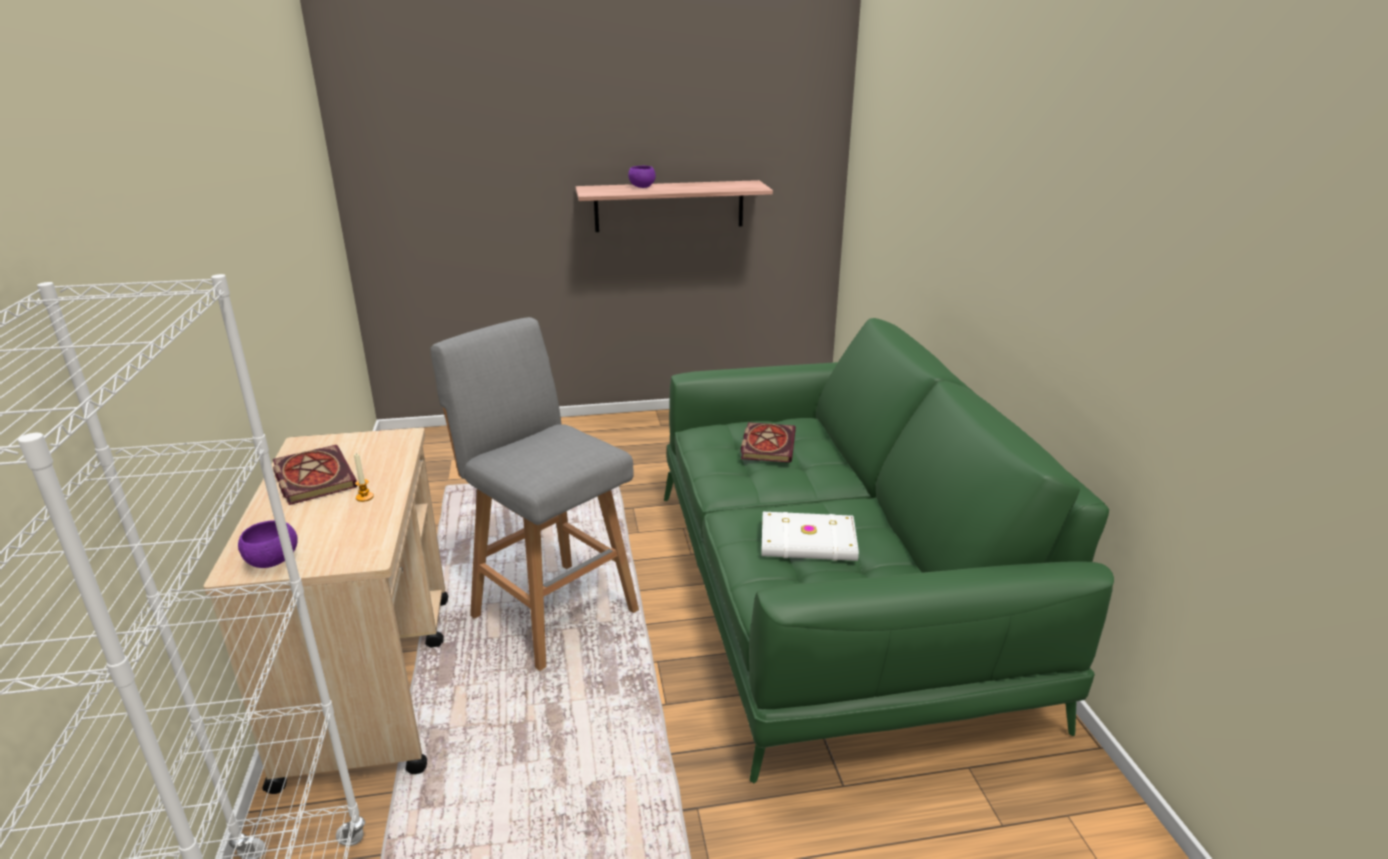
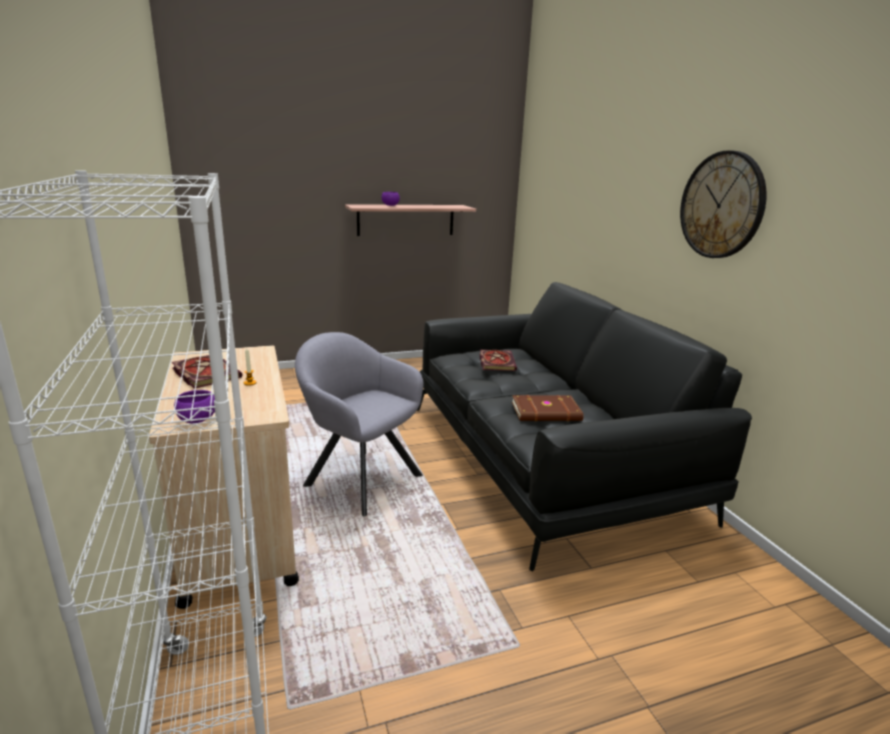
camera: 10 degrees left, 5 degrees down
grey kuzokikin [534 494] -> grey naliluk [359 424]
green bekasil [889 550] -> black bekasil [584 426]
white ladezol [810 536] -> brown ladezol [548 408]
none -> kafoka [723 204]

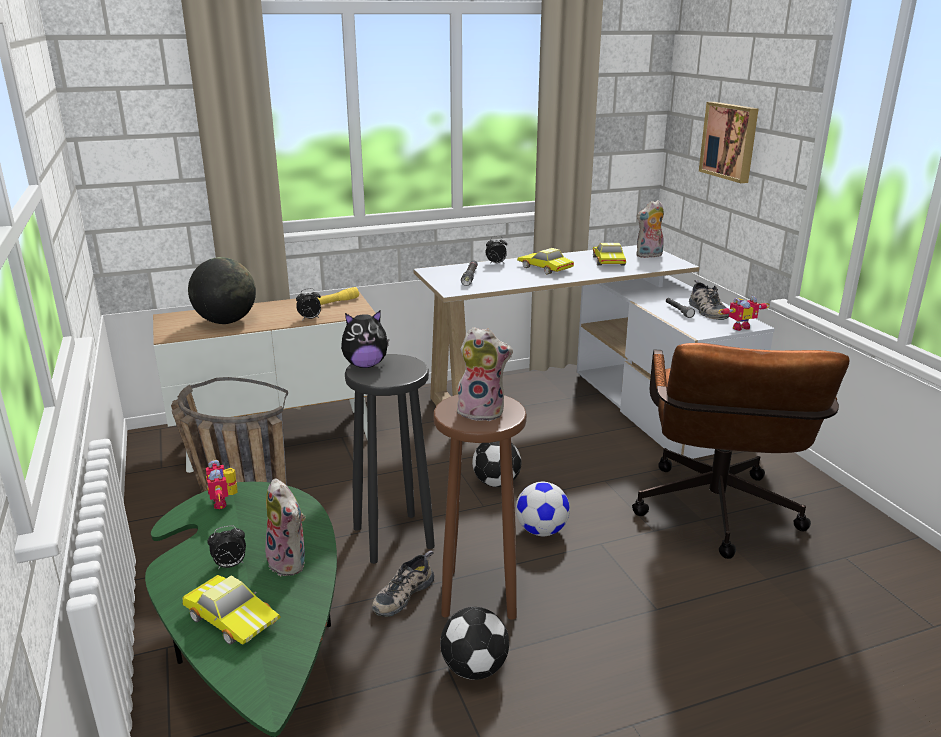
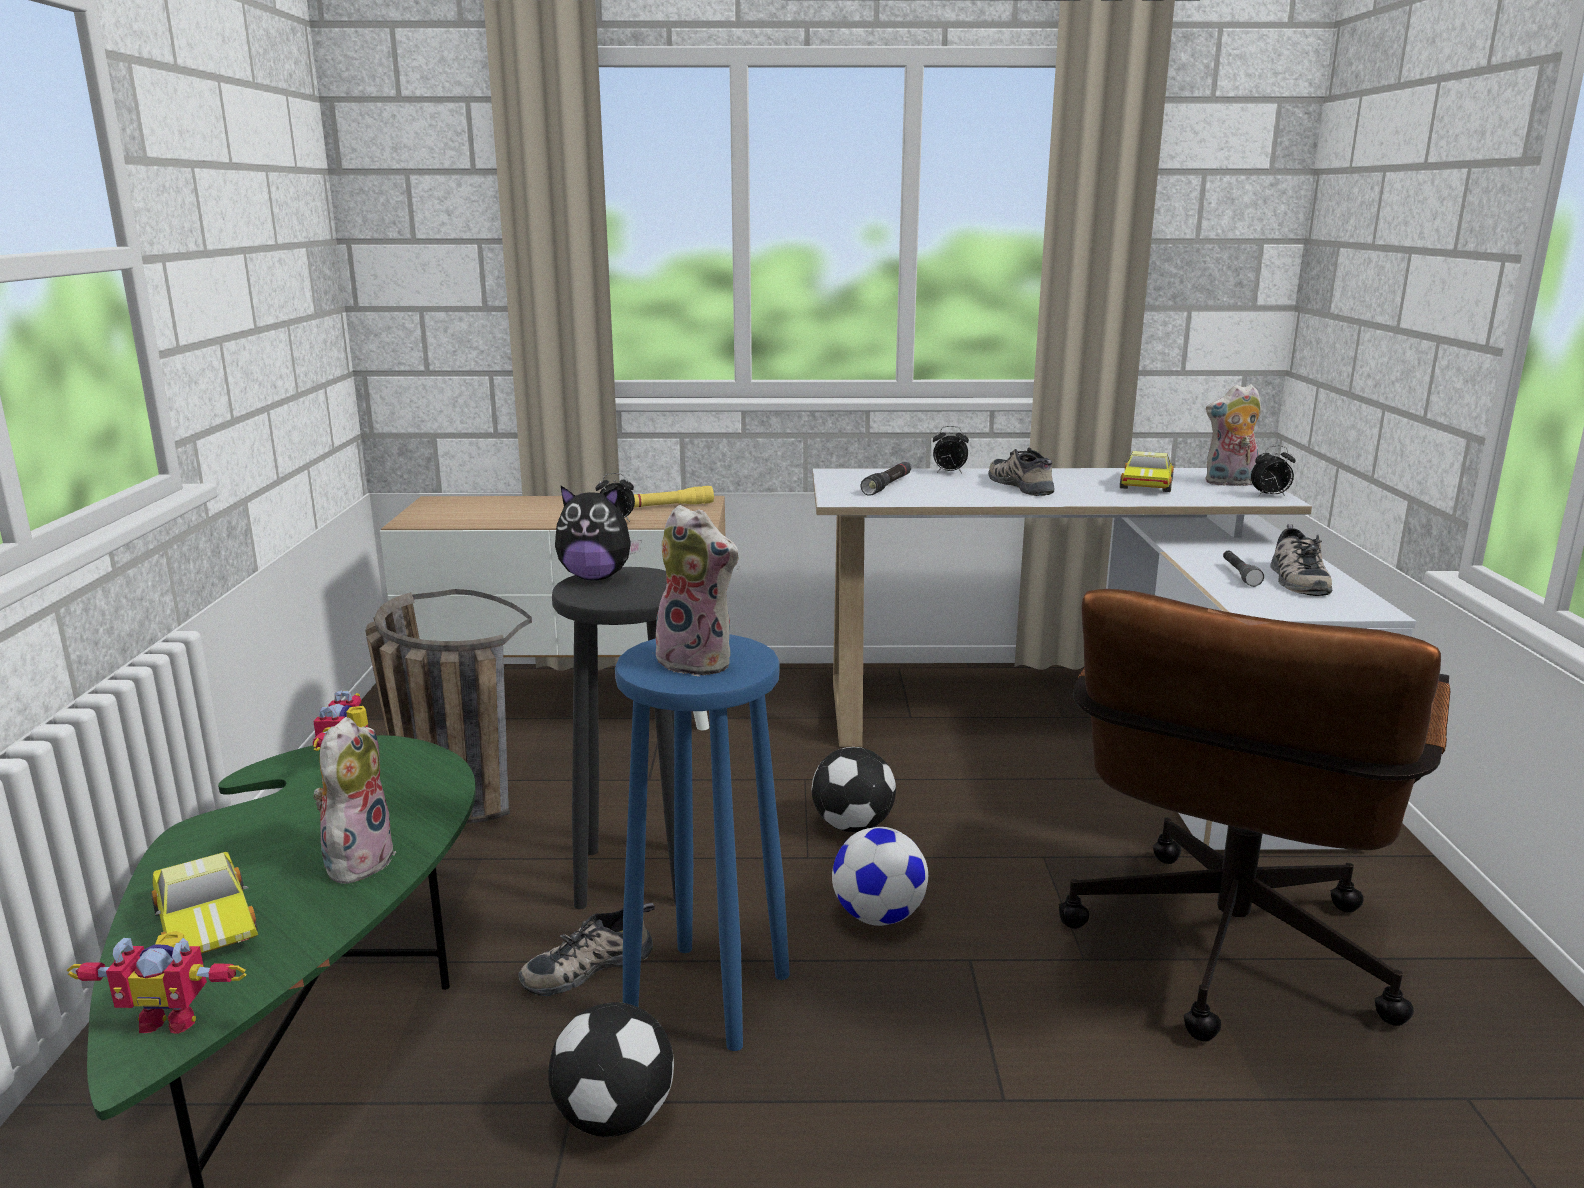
camera: 20 degrees right, 5 degrees down
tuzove [222 290] -> none
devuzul [226 547] -> devuzul [1273 471], relocated
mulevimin [285 527] -> mulevimin [354 800], 150 degrees counterclockwise
brown kuzokikin [480 507] -> blue kuzokikin [702 842]
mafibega [545 261] -> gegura [1021 471]
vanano [728 142] -> none
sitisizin [743 313] -> sitisizin [157 982], relocated

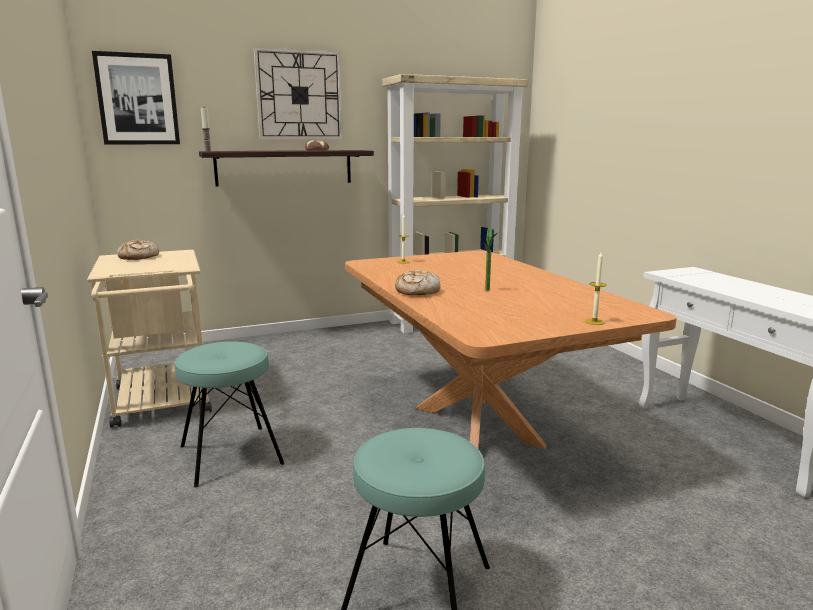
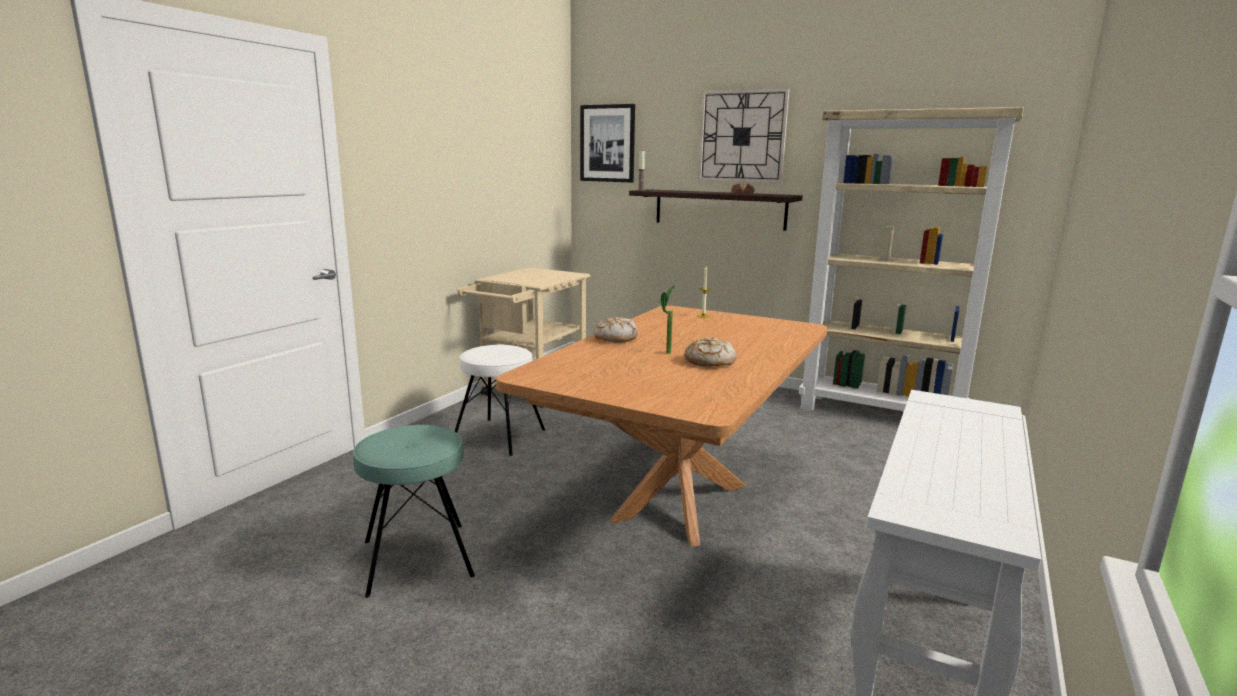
camera: 50 degrees right, 0 degrees up
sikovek [138 250] -> sikovek [710 352], relocated
turquoise kuzokikin [230 414] -> white kuzokikin [500 400]
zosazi [596 288] -> none

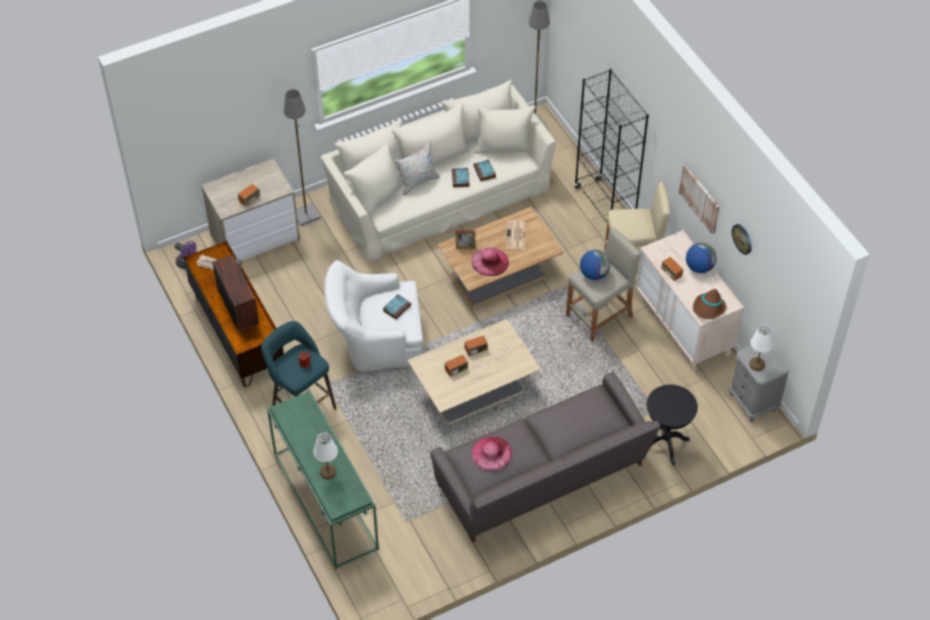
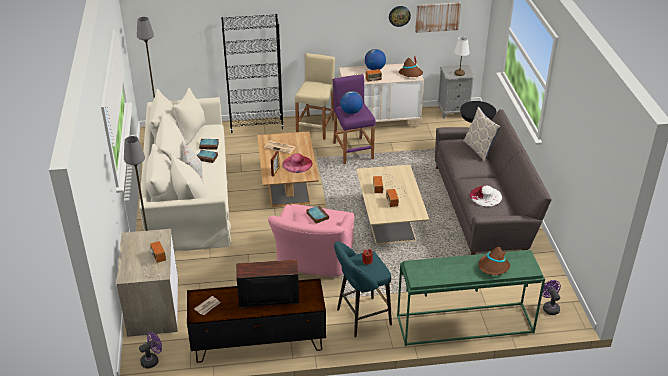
camera: 70 degrees left, 15 degrees down
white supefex [325 455] -> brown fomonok [494 261]
white naliluk [373 316] -> pink naliluk [311 240]
pink fomonok [491 453] -> white fomonok [486 195]
beige kuzokikin [603 284] -> purple kuzokikin [354 119]
vanano [699 199] -> vanano [438 17], relocated
none -> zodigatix [482 134]
none -> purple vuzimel [550 297]

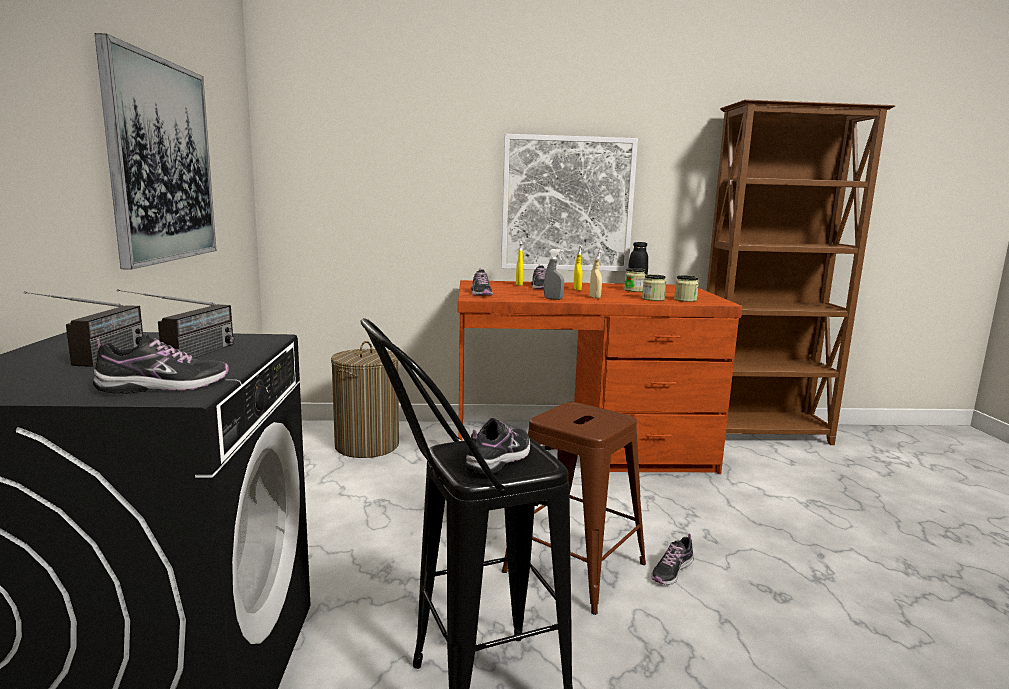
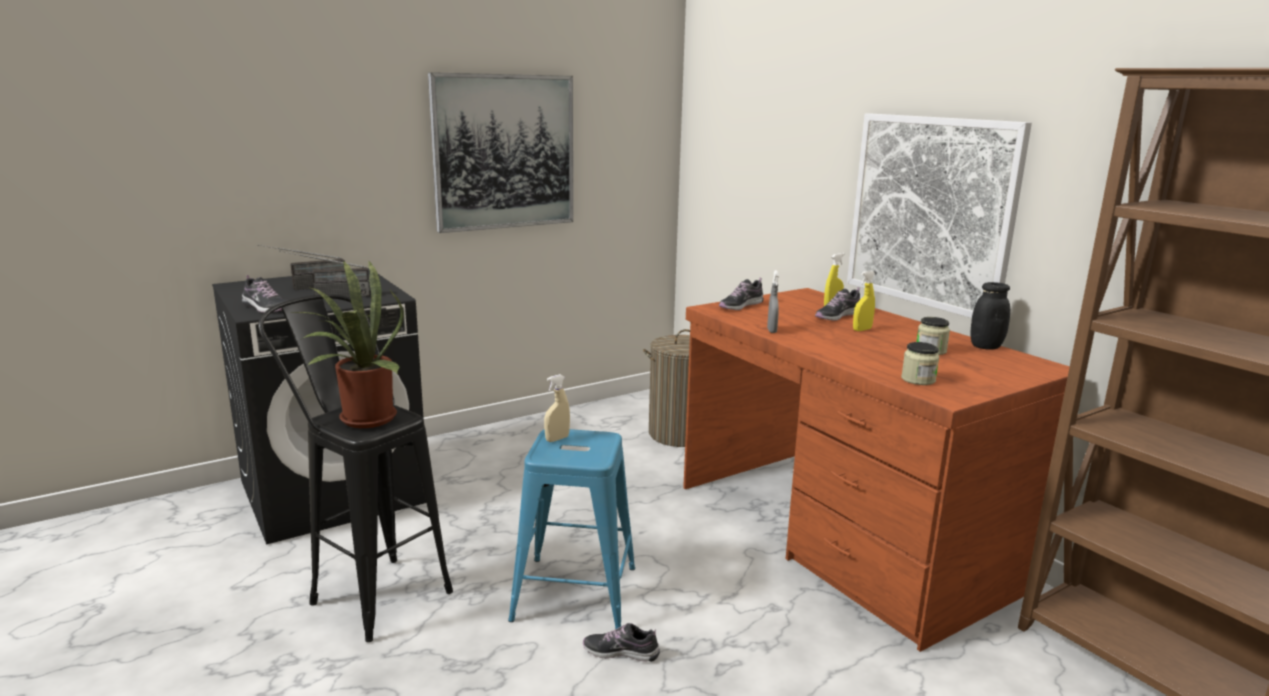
camera: 60 degrees right, 5 degrees up
gegura [497 446] -> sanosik [347 344]
brown kuzokikin [574 508] -> blue kuzokikin [571 529]
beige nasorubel [596 274] -> beige nasorubel [557 408], relocated
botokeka [654 288] -> none

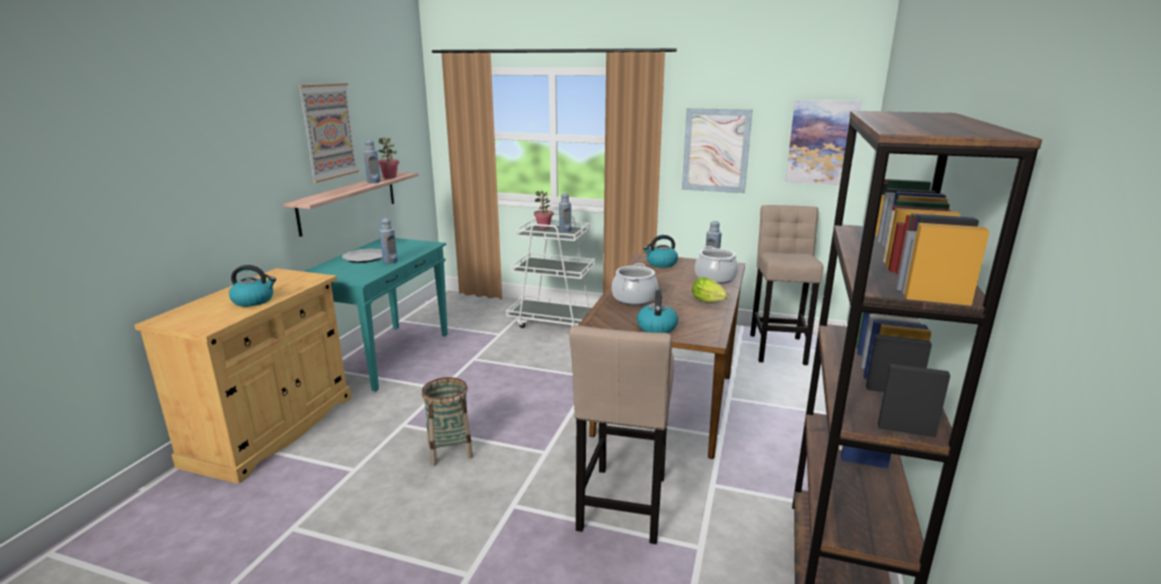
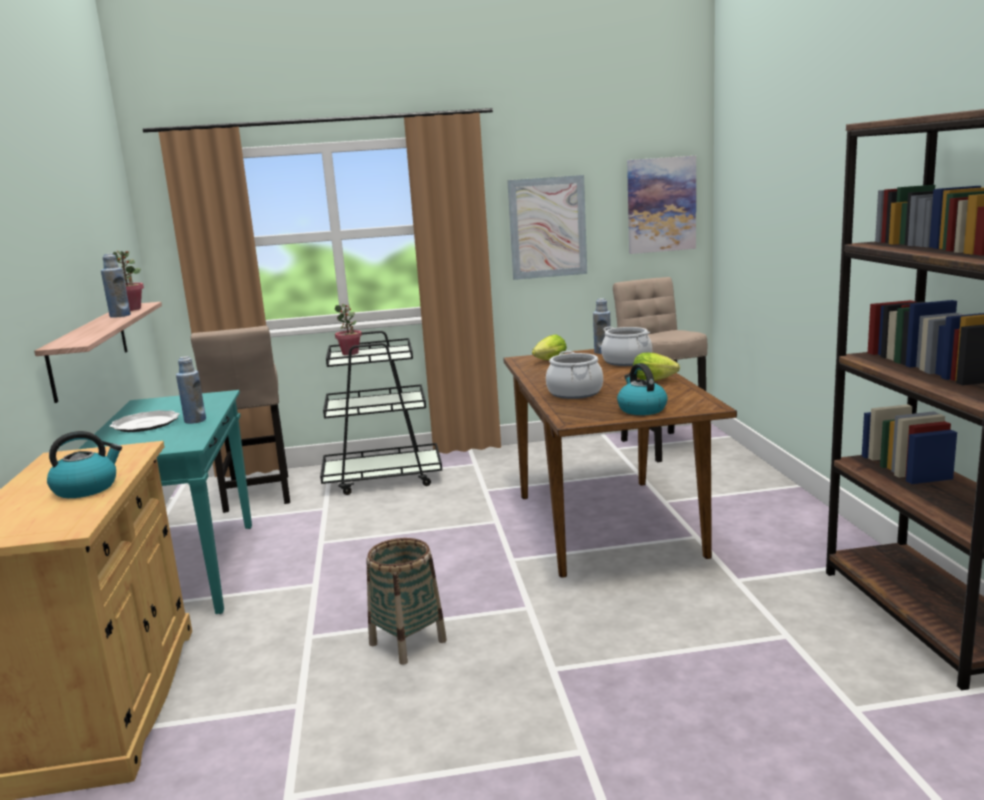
camera: 25 degrees left, 5 degrees down
vanano [328 133] -> none
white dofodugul [551 270] -> black dofodugul [381 413]
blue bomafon [565 212] -> none
beige kuzokikin [621 434] -> beige kuzokikin [240 419], relocated
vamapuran [660 251] -> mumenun [549 347]

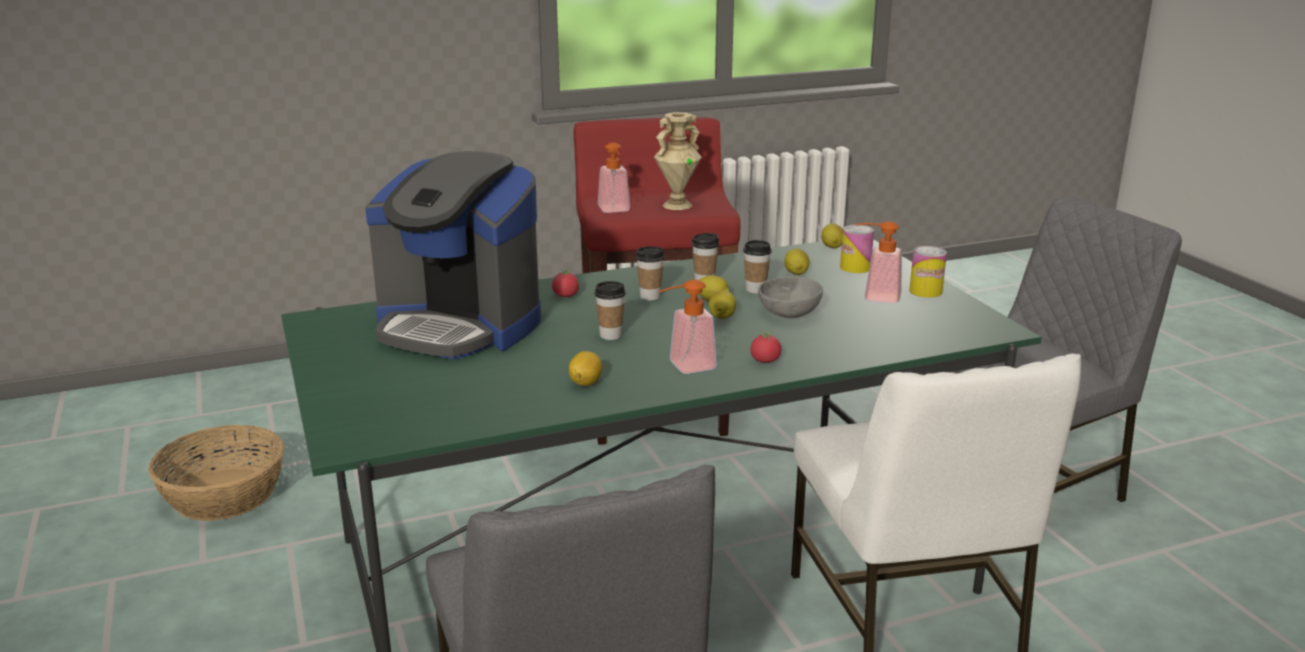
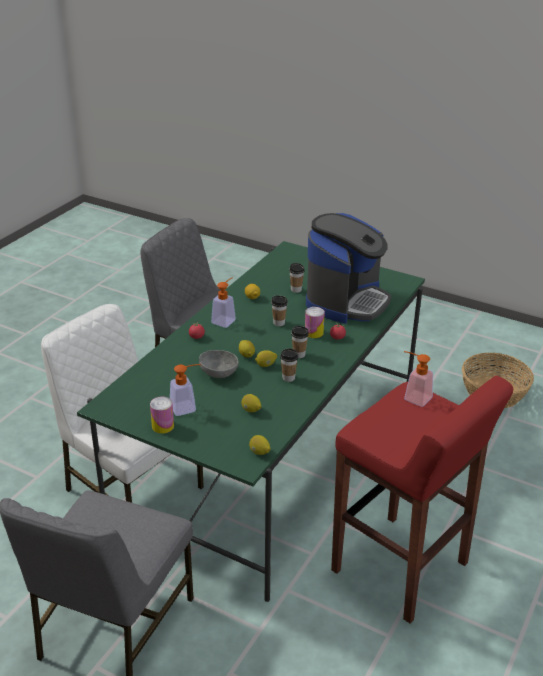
camera: 140 degrees right, 10 degrees up
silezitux [453 255] -> silezitux [348 268], 135 degrees clockwise
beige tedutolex [678 161] -> none
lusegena [757 266] -> lusegena [297 278], relocated
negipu [857 248] -> negipu [315 322], relocated

